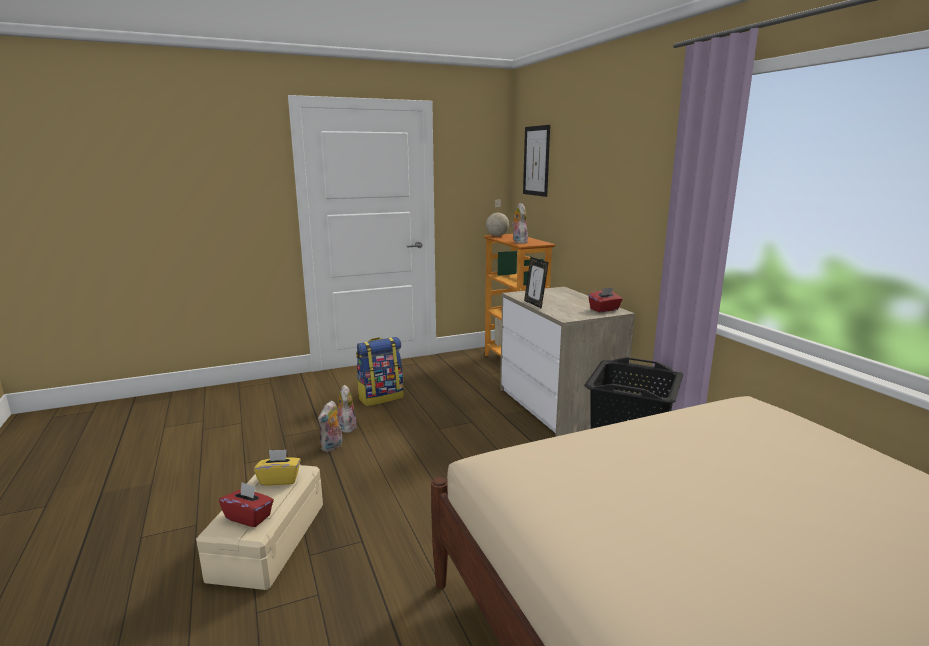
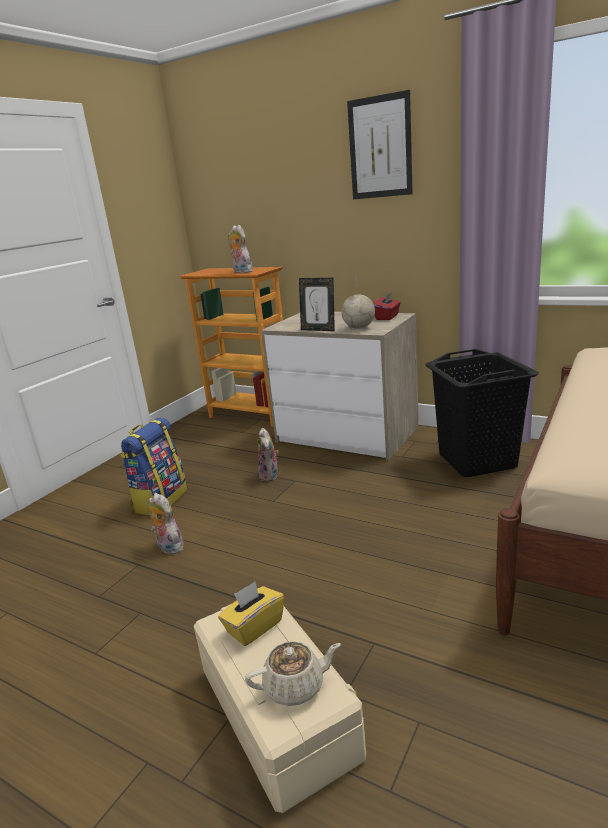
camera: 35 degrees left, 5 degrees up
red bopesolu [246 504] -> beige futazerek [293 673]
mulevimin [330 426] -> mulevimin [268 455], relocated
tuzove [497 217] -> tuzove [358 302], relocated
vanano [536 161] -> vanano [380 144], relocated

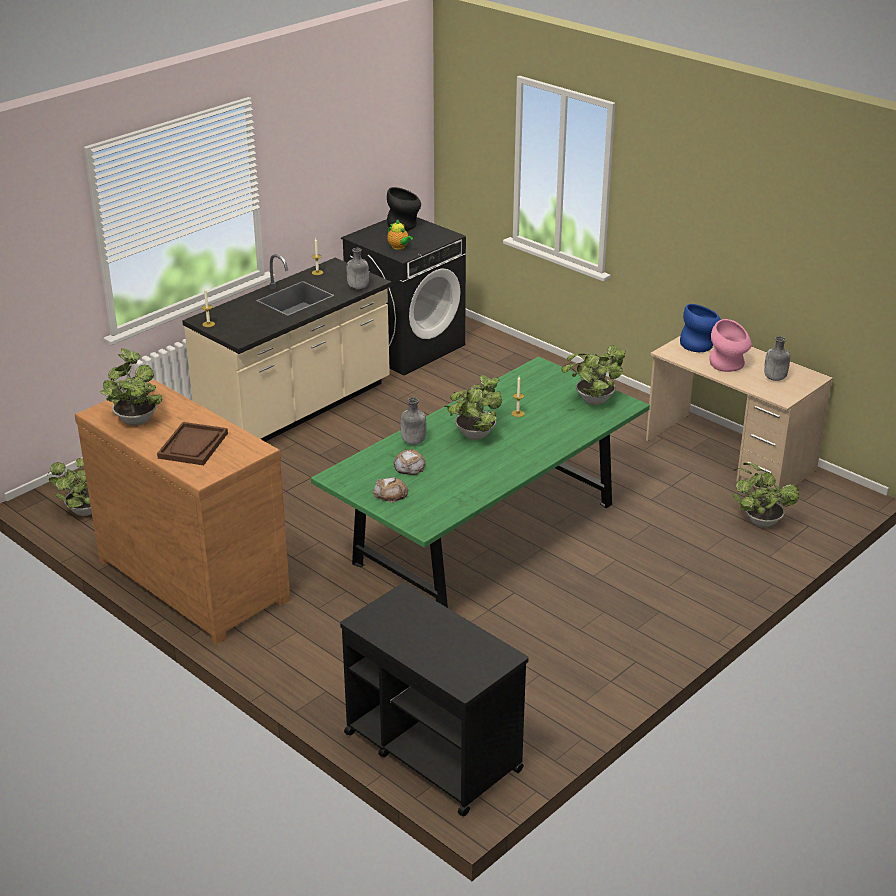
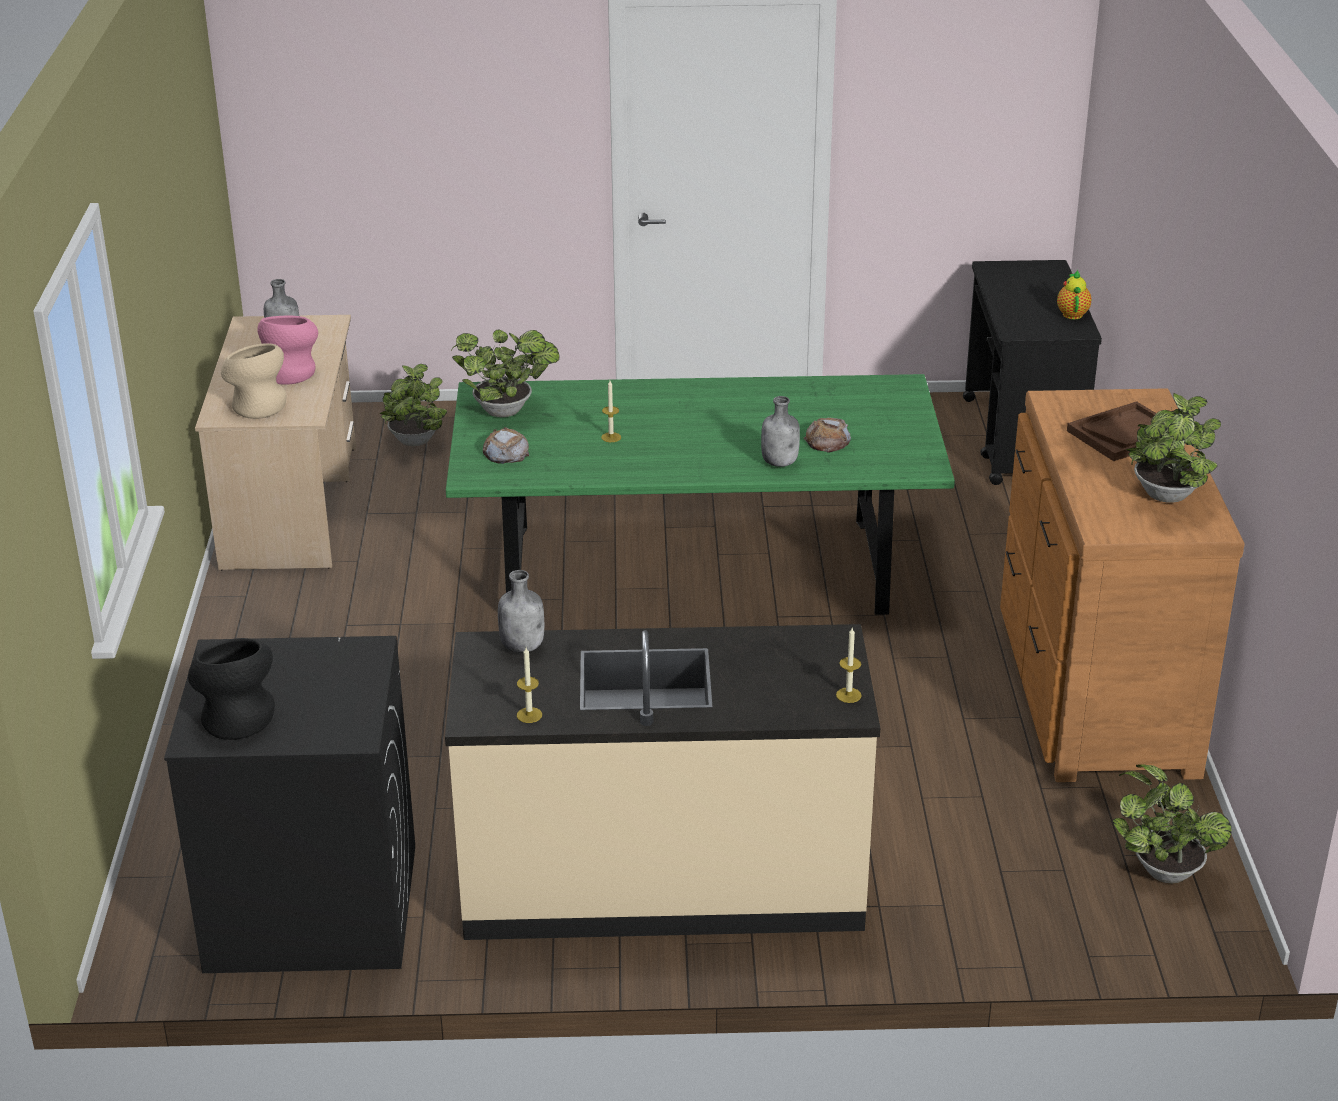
camera: 135 degrees left, 0 degrees up
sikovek [391 490] -> sikovek [506 445], relocated
futazerek [400 234] -> futazerek [1074 294], relocated
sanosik [473 407] -> none
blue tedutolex [700 328] -> beige tedutolex [253 381]

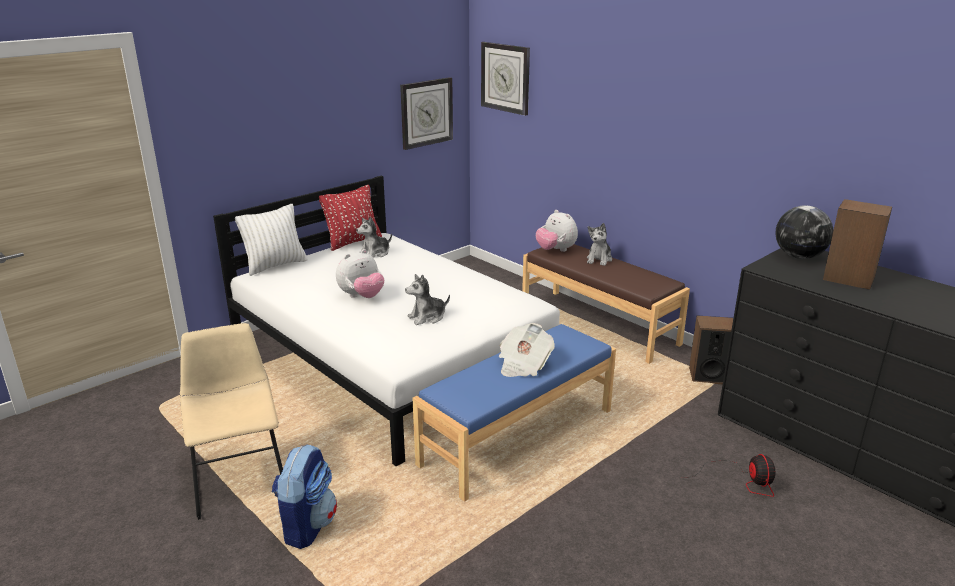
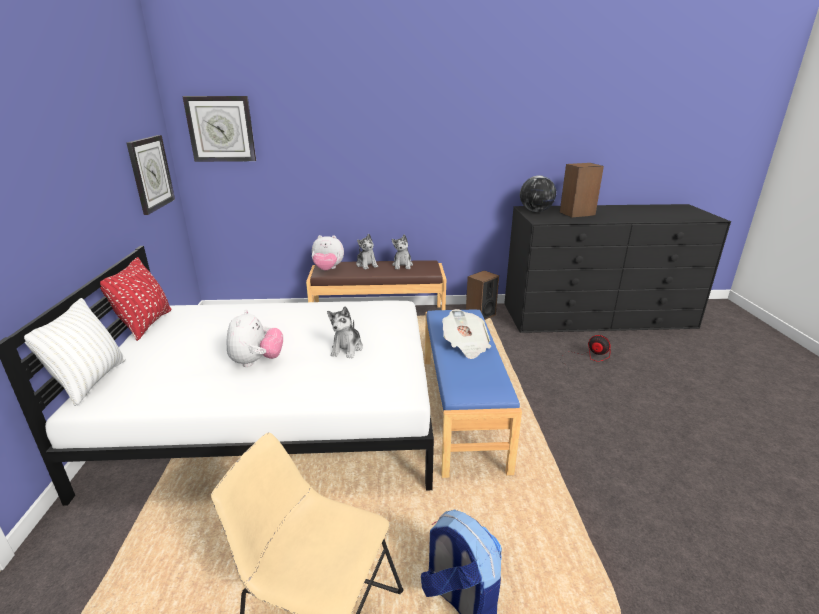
camera: 50 degrees left, 0 degrees up
mulevimin [374 237] -> mulevimin [402 251], relocated

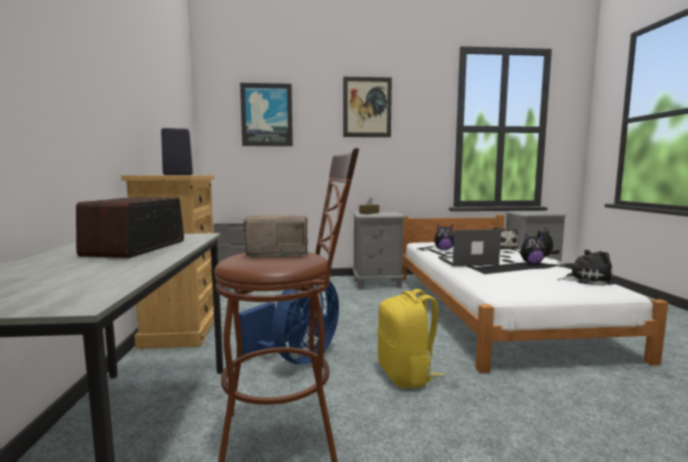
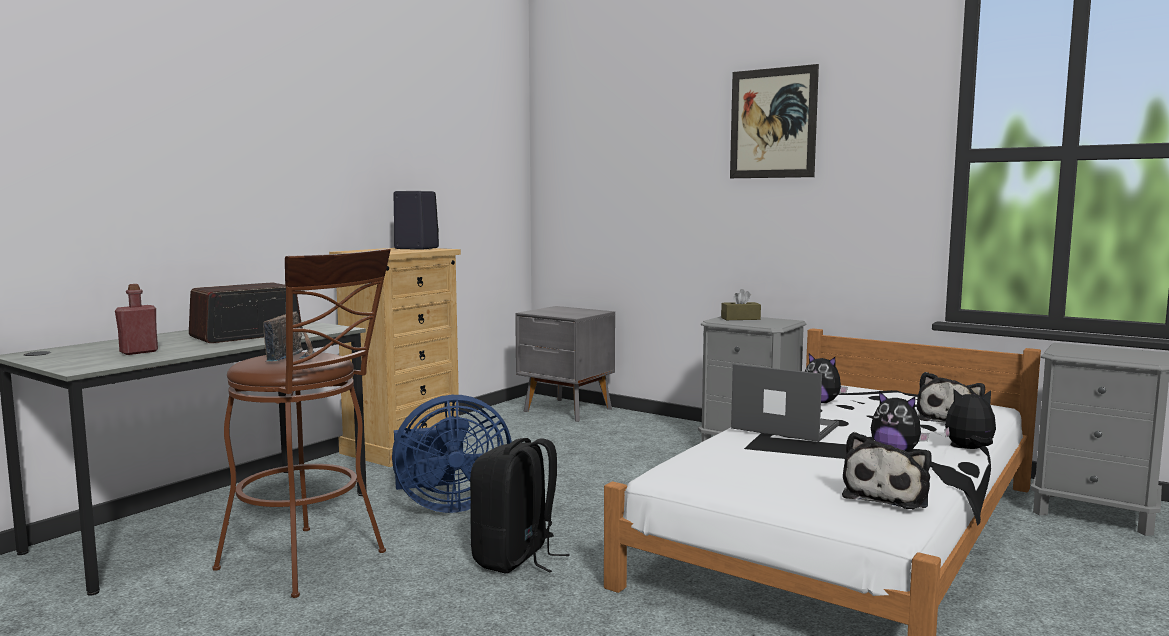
camera: 40 degrees right, 0 degrees up
vanano [266 114] -> none
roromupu [276 236] -> roromupu [289 336], 60 degrees clockwise
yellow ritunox [410 338] -> black ritunox [520 505]
mulevimin [586 268] -> mulevimin [887 470], 75 degrees clockwise
none -> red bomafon [136 319]

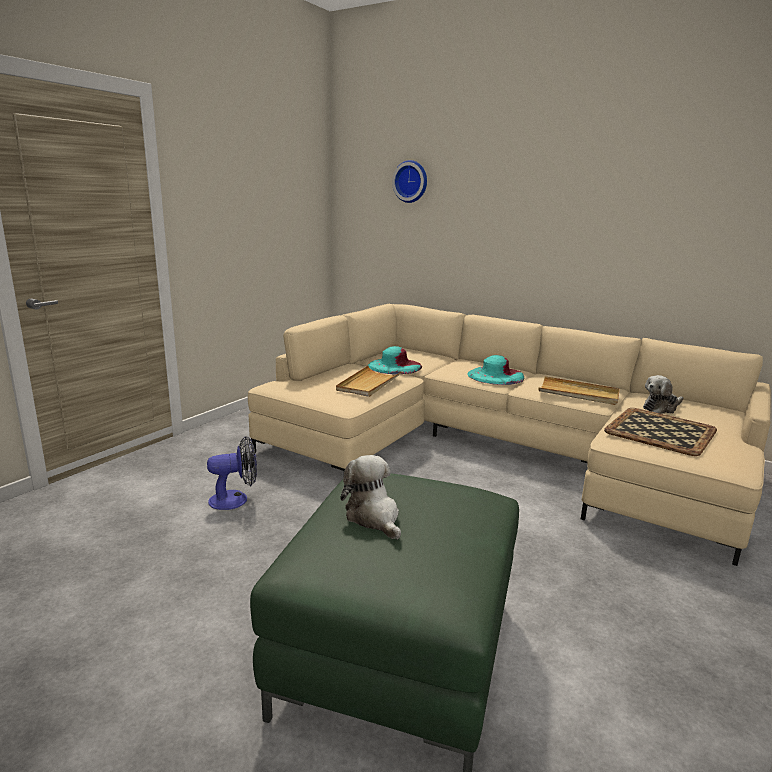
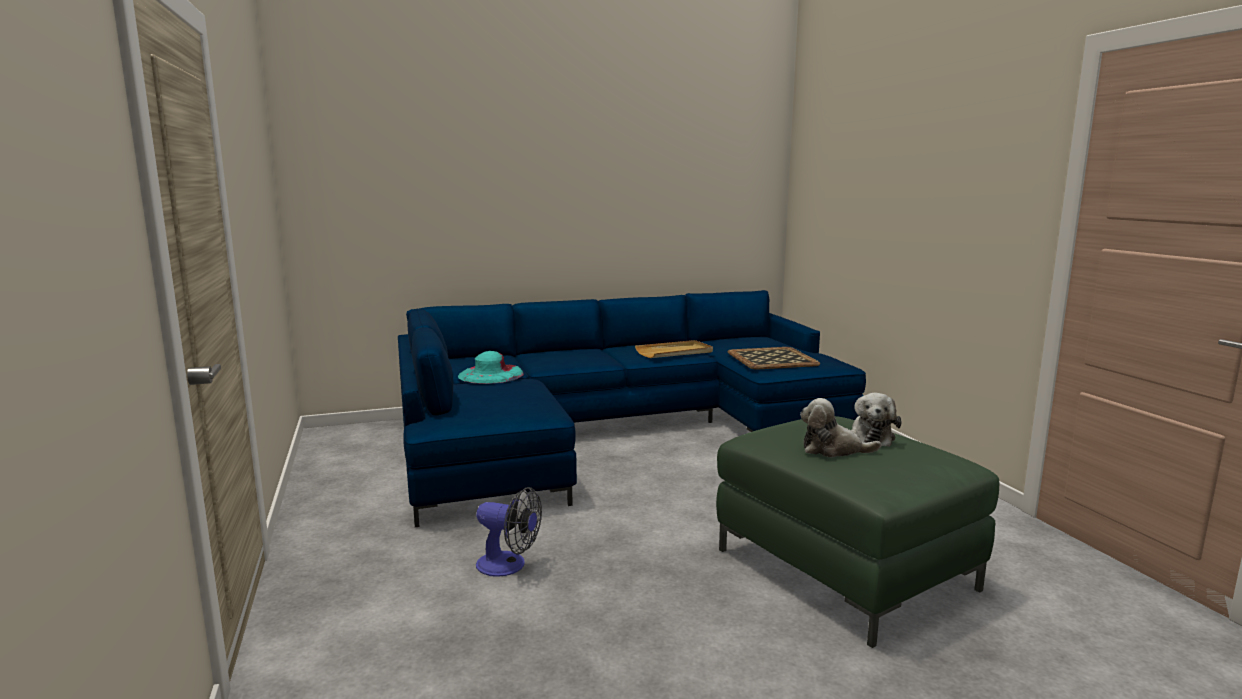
camera: 50 degrees left, 5 degrees down
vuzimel [232 473] -> vuzimel [509 532], 90 degrees clockwise
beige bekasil [509 435] -> blue bekasil [632 408]
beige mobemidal [369 381] -> none
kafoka [409 181] -> none
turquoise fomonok [495 370] -> none
mulevimin [663 394] -> mulevimin [876 420], relocated

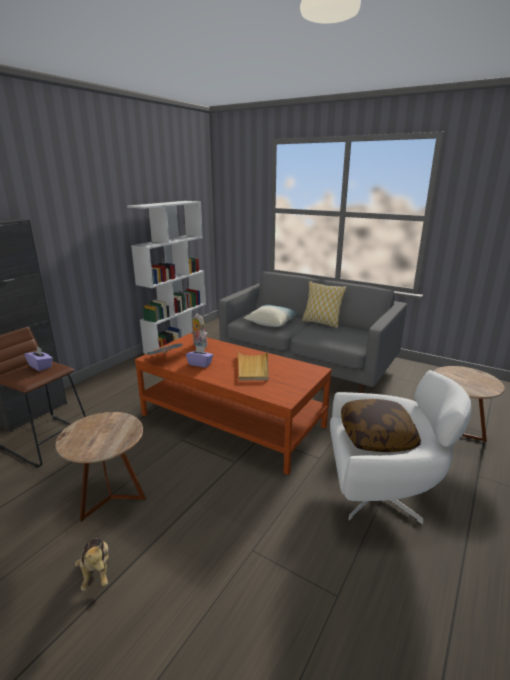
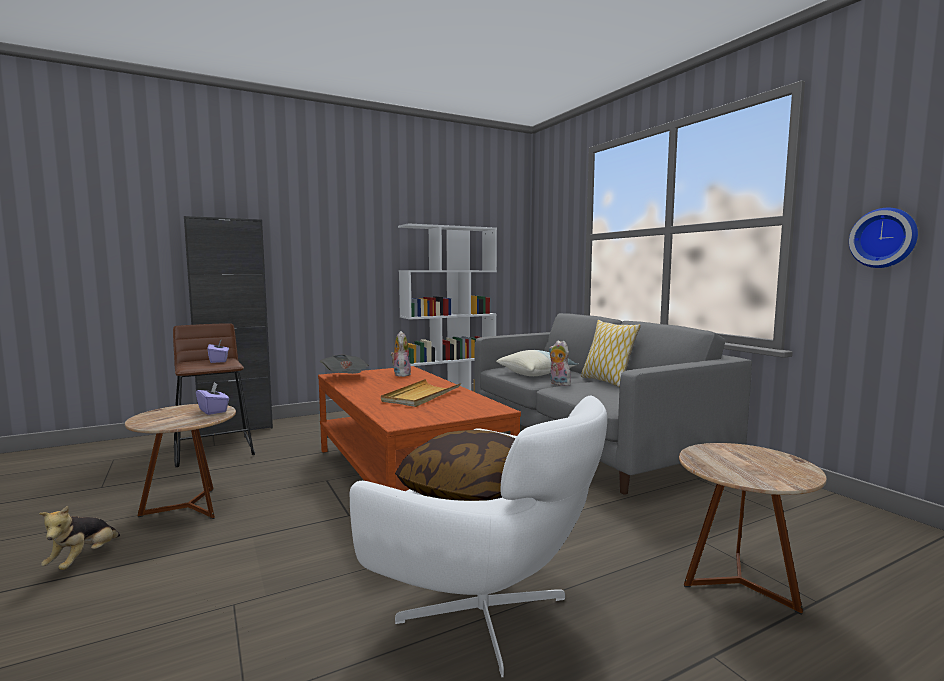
camera: 30 degrees right, 15 degrees down
purple bopesolu [199 357] -> purple bopesolu [212 398], relocated
none -> mulevimin [560 363]
none -> kafoka [883 238]

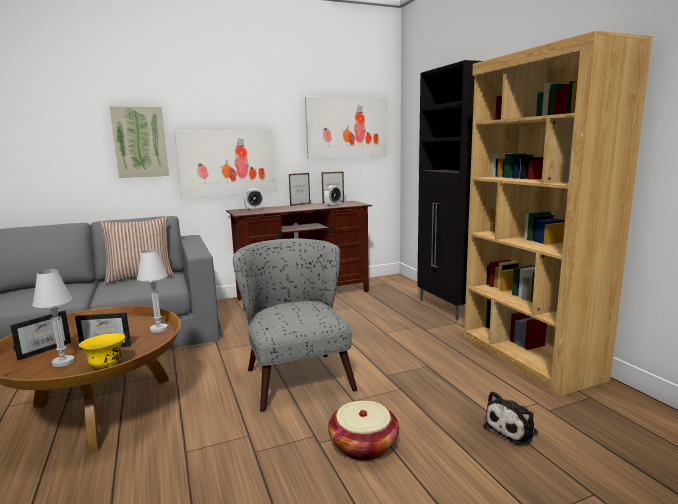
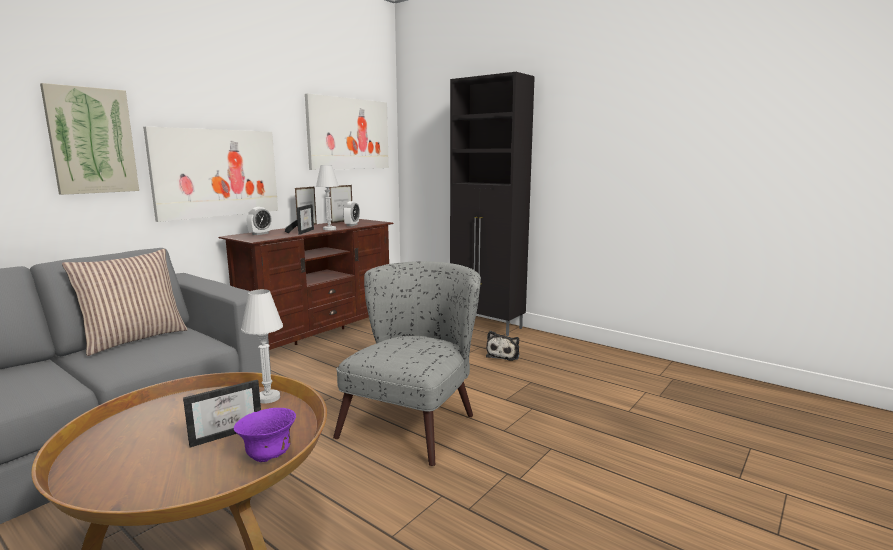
camera: 30 degrees left, 0 degrees up
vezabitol [40 335] -> vezabitol [299 219], relocated
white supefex [53 318] -> white supefex [327 197], relocated
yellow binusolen [102 351] -> purple binusolen [265 435]
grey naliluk [294 325] -> grey naliluk [407 363], 75 degrees clockwise
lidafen [363 430] -> none
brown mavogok [558 213] -> none
mulevimin [510 418] -> mulevimin [503 346], relocated

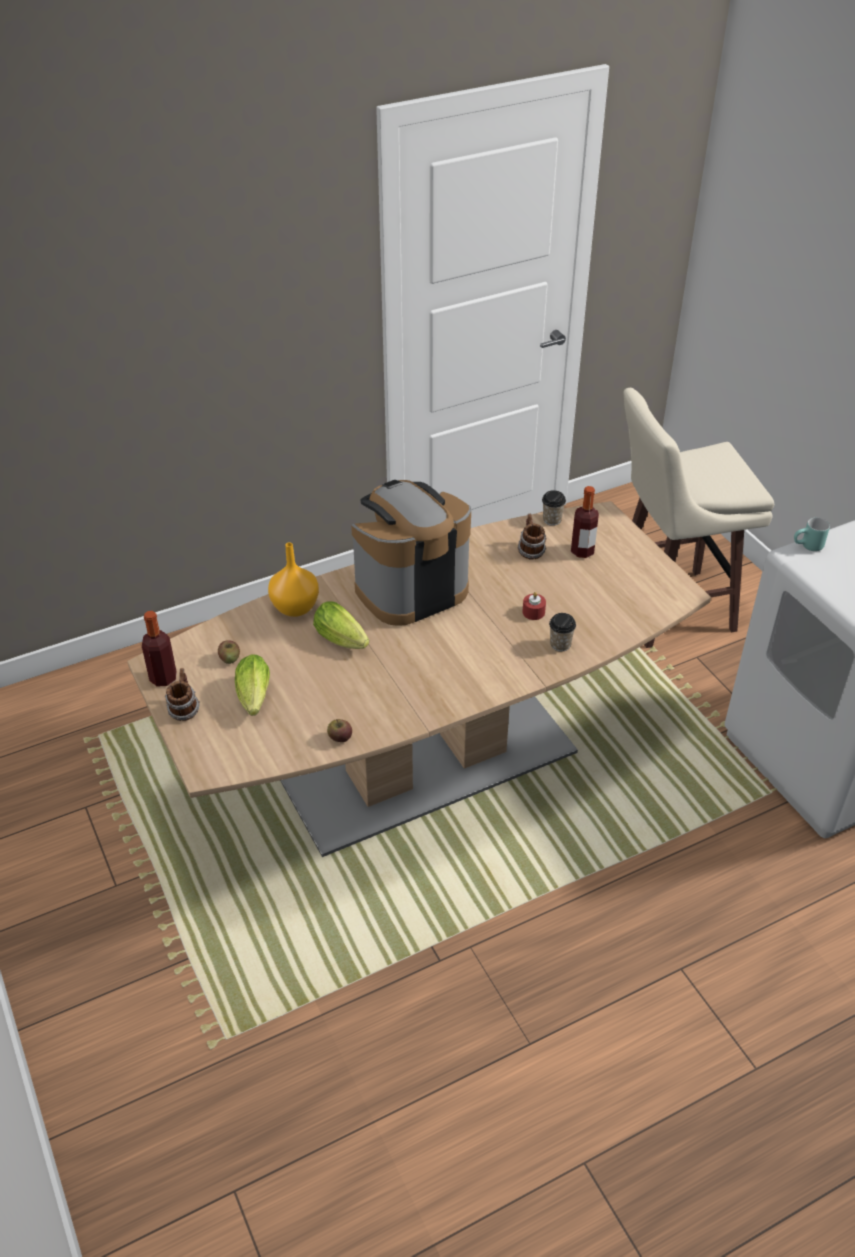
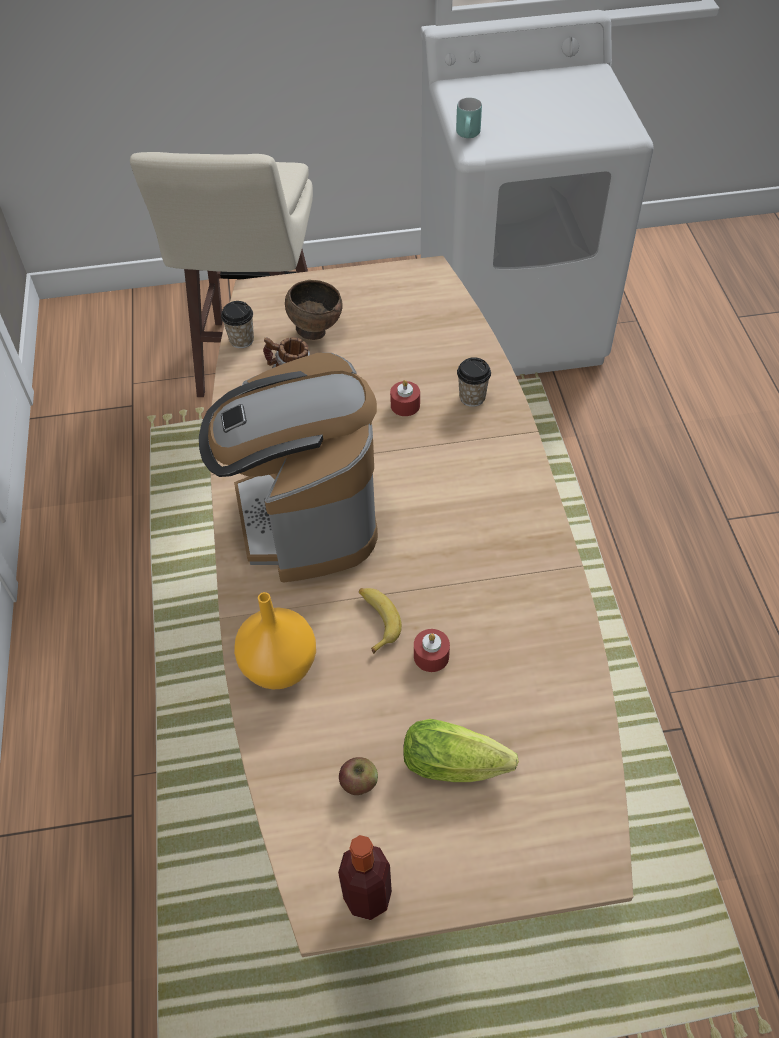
camera: 70 degrees left, 10 degrees up
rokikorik [182 694] -> none
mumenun [341 625] -> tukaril [380 621]
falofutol [339 730] -> none
bomafon [585 522] -> brown binusolen [314 310]
none -> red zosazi [432 650]

